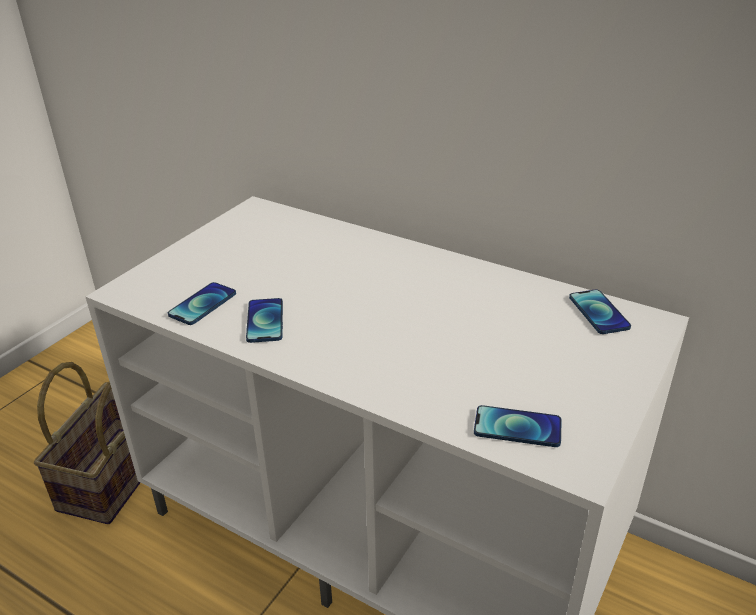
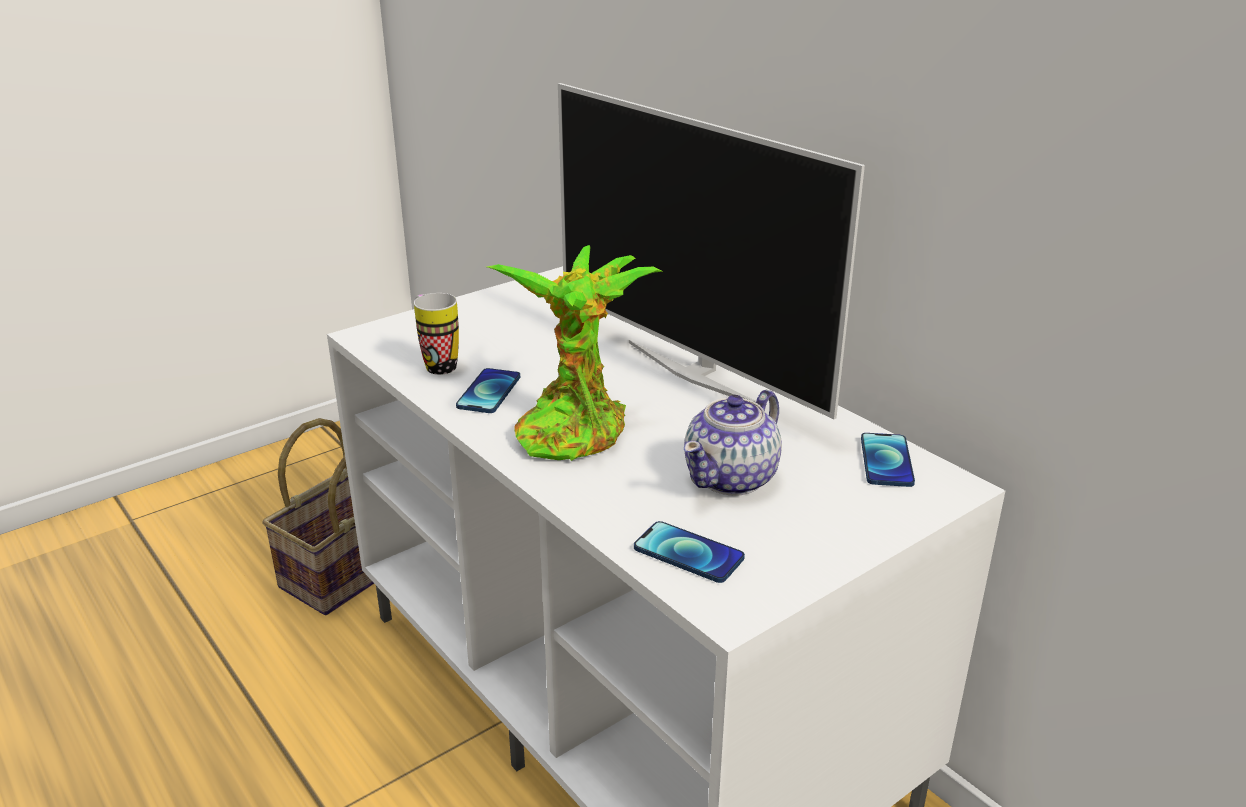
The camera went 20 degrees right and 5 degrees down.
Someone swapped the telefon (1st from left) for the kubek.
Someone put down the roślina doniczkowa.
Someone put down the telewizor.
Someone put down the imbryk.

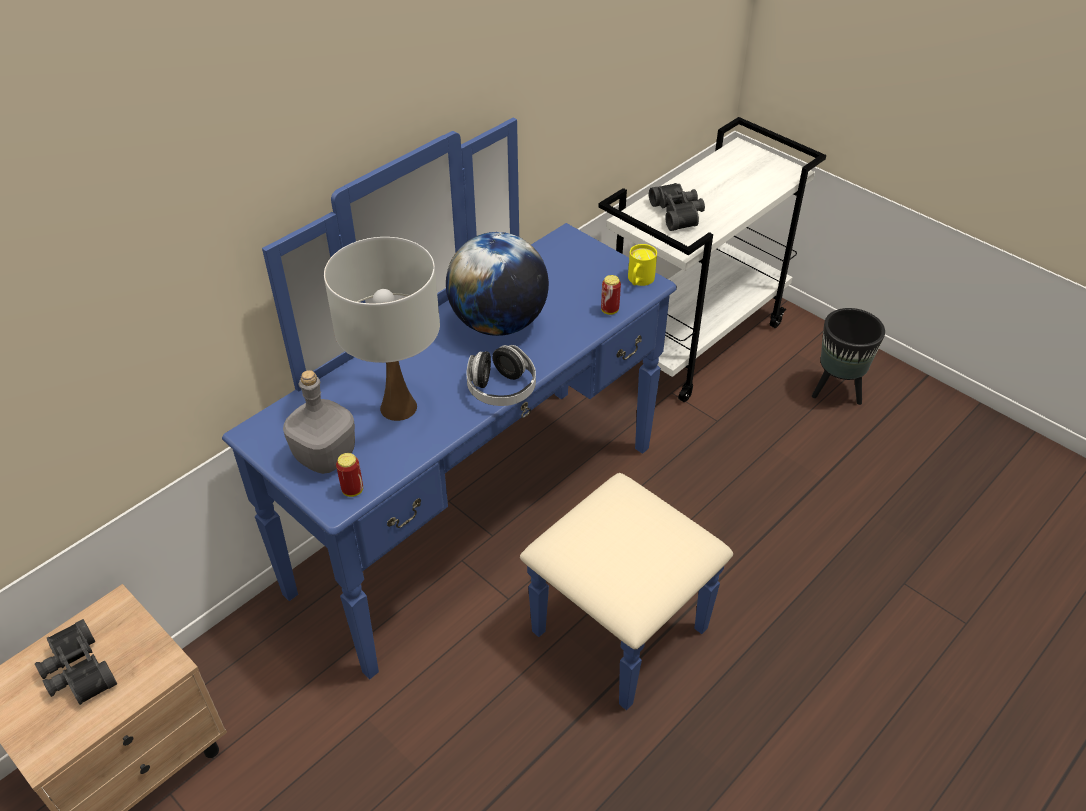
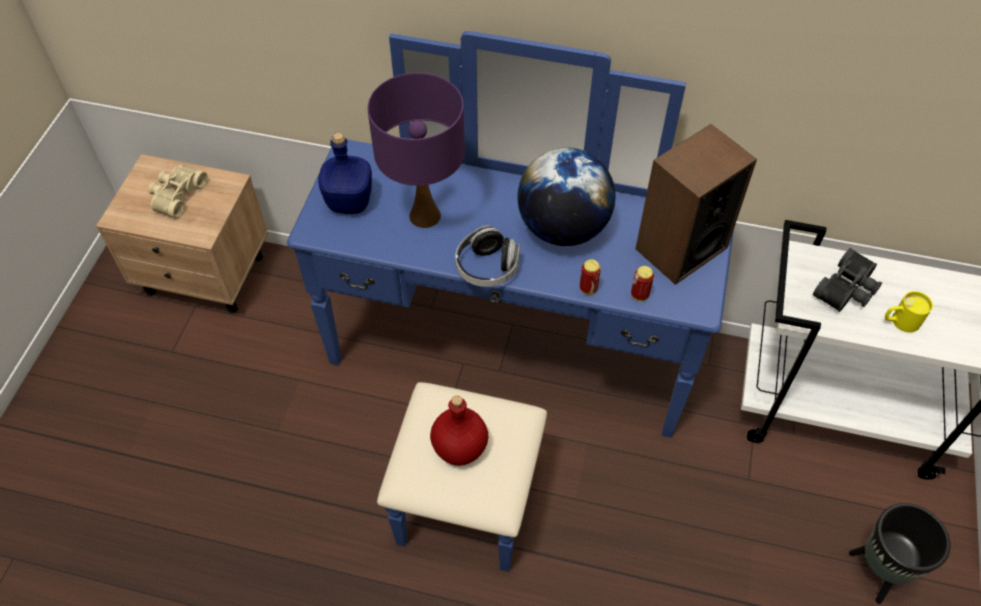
The camera went 60 degrees right and 10 degrees up.
Someone repainted the lornetka (czarny) (1st from left), which became the lornetka (beżowy).
Someone repainted the butelka (szary), which became the butelka (niebieski).
Someone repainted the lampa stołowa (biały), which became the lampa stołowa (fioletowy).
Someone put down the butelka (czerwony).
Someone carried the puszka (1st from left).
Someone put down the głośnik.
Someone carried the kubek (żółty).

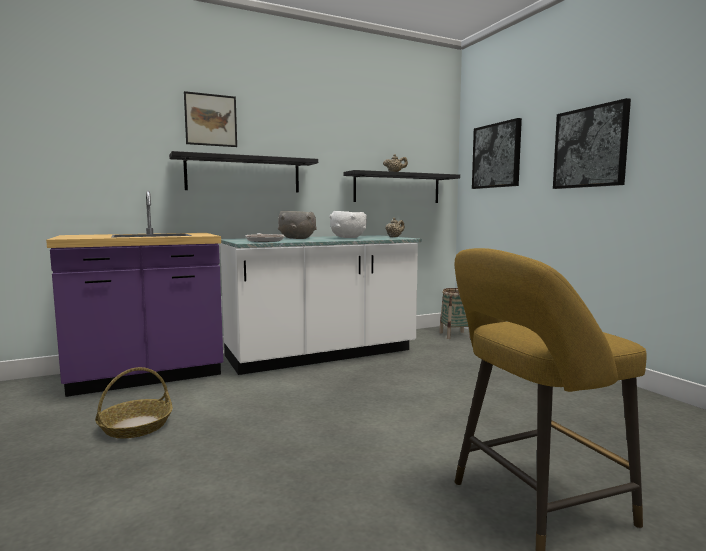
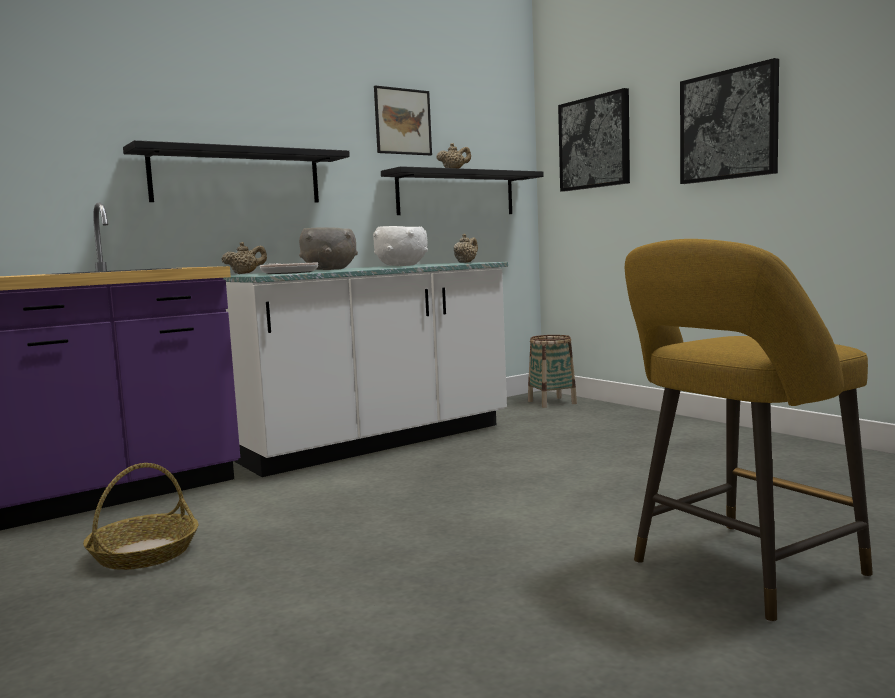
The camera went 10 degrees left and 0 degrees up.
Someone put down the imbryk (beżowy) (1st from left).
Someone carried the obraz (1st from left).

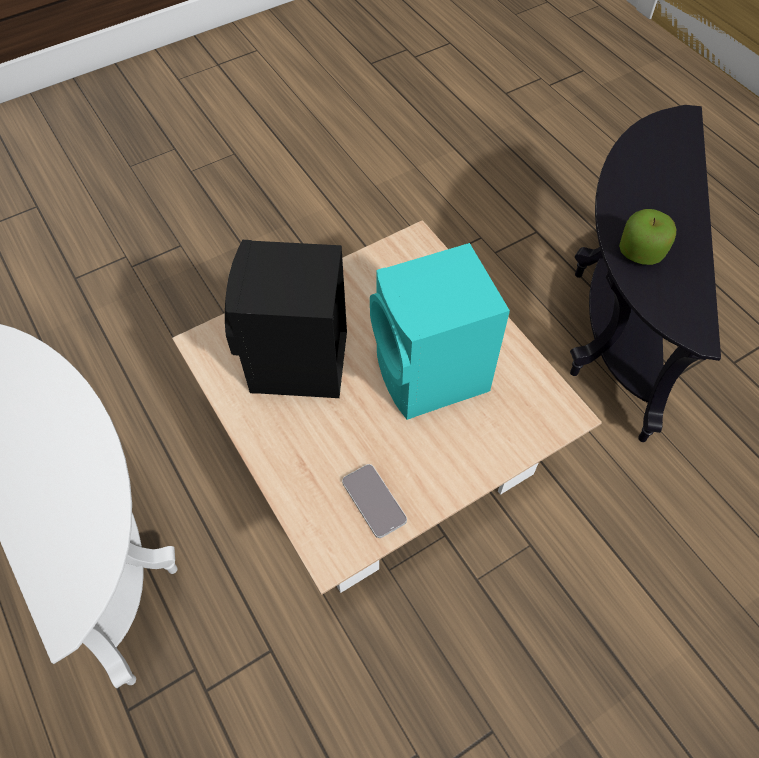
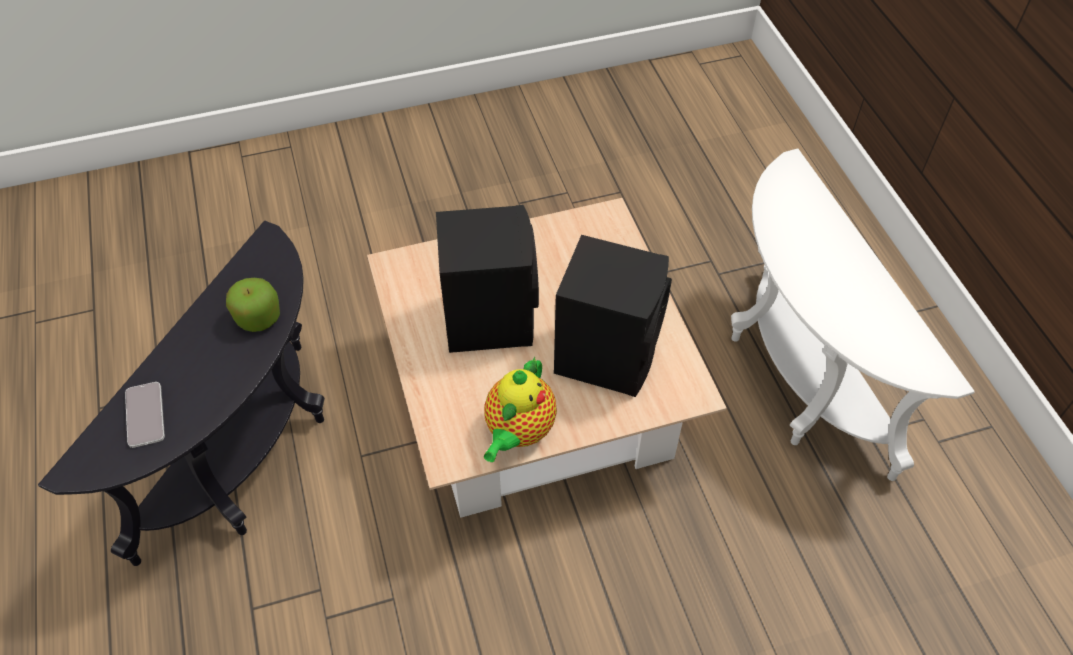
The camera went 165 degrees left and 5 degrees down.
Someone carried the telefon.
Someone repainted the głośnik (turkusowy), which became the głośnik (czarny) (1st from left).
Someone put down the imbryk.

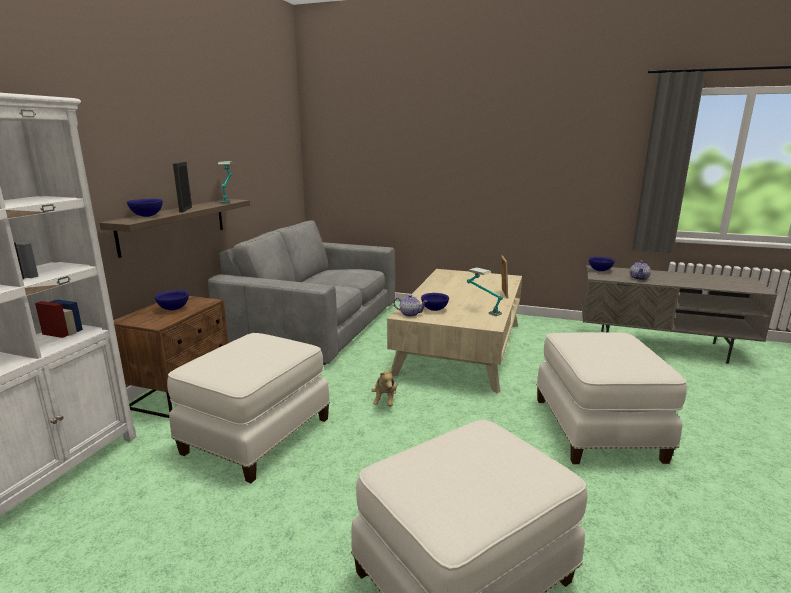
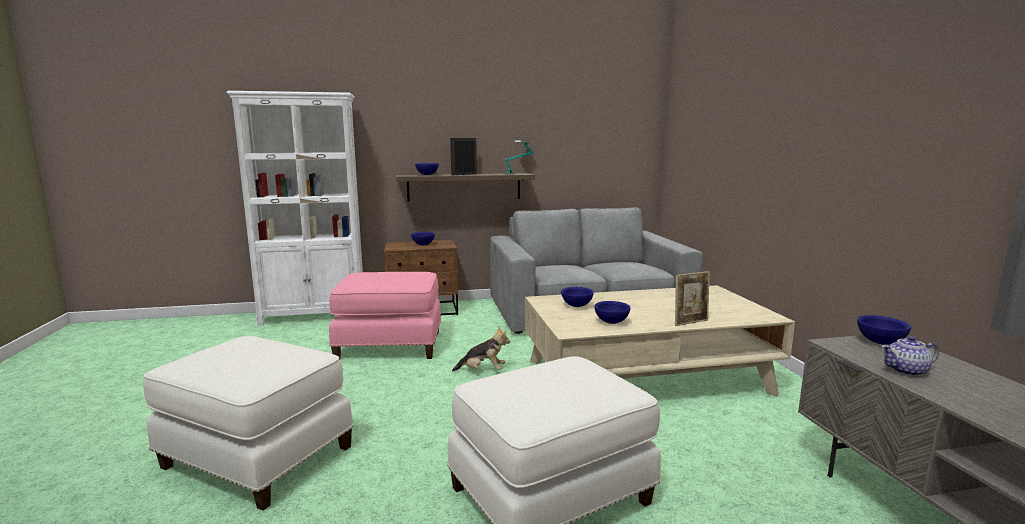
The camera went 60 degrees right and 5 degrees down.
Someone repainted the pufa (biały) (1st from left), which became the pufa (różowy).
Someone rotated the pluszak by 150 degrees counterclockwise.
Someone swapped the lampa stołowa (2nd from left) for the miska (niebieski) (4th from left).
Someone took away the imbryk (1st from left).

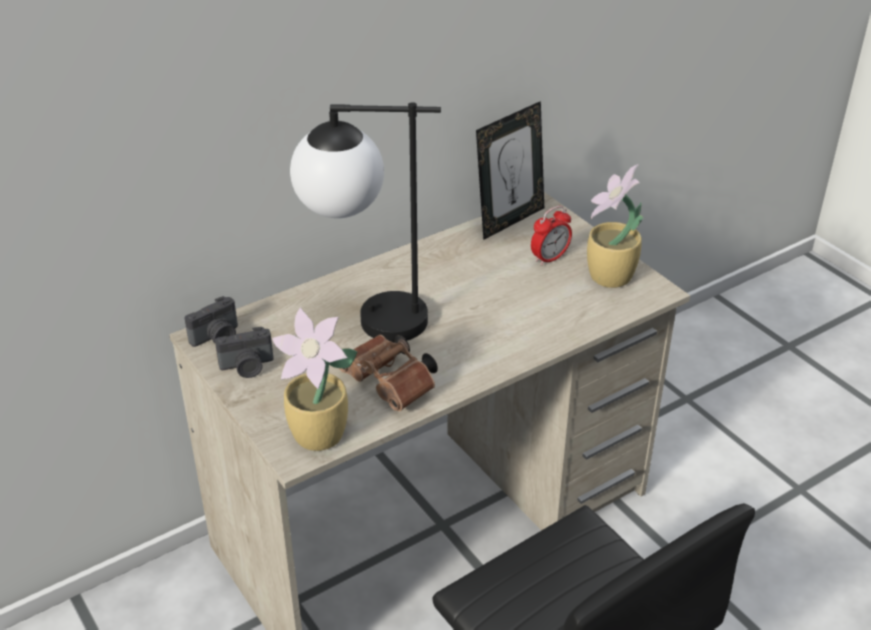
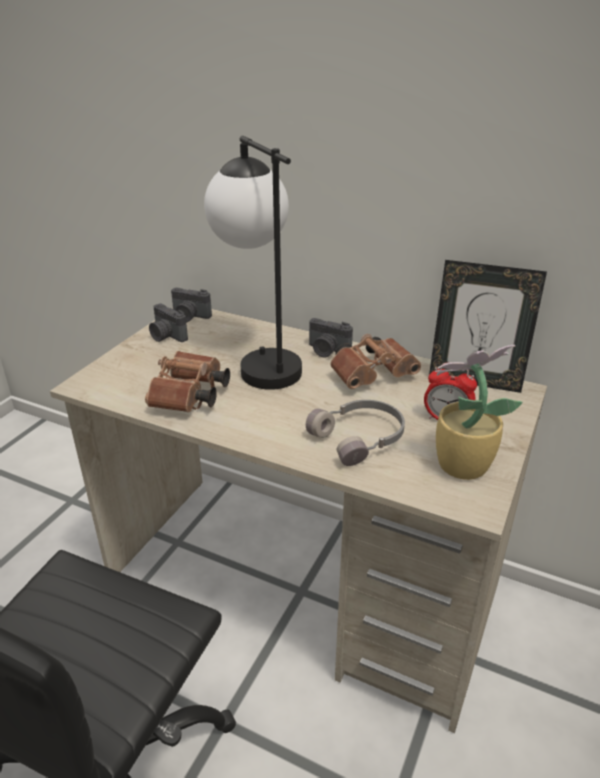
The camera went 60 degrees right and 5 degrees down.
Someone put down the słuchawki (szary).
Someone put down the aparat fotograficzny (3rd from left).
Someone put down the lornetka (brązowy) (2nd from left).
Someone took away the roślina doniczkowa (1st from left).

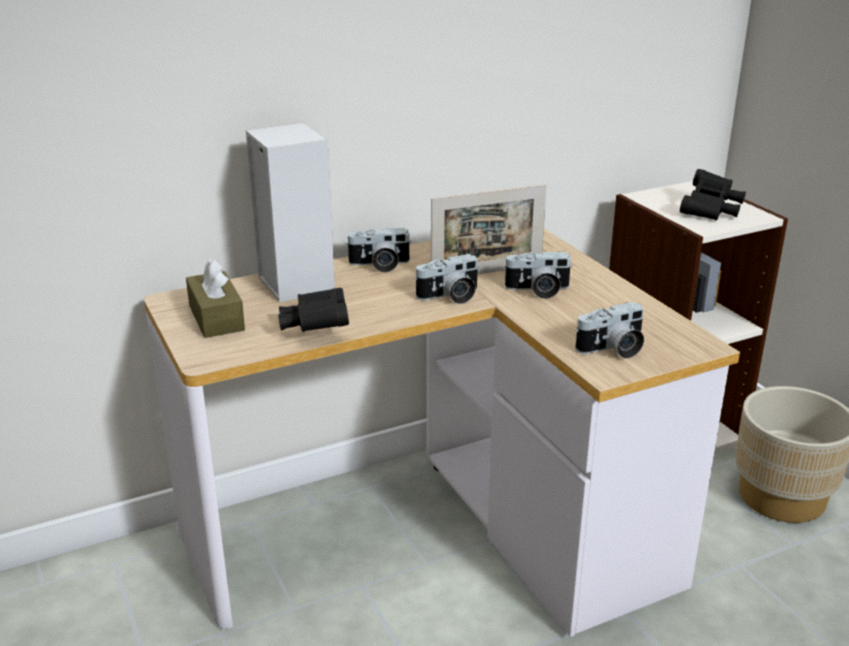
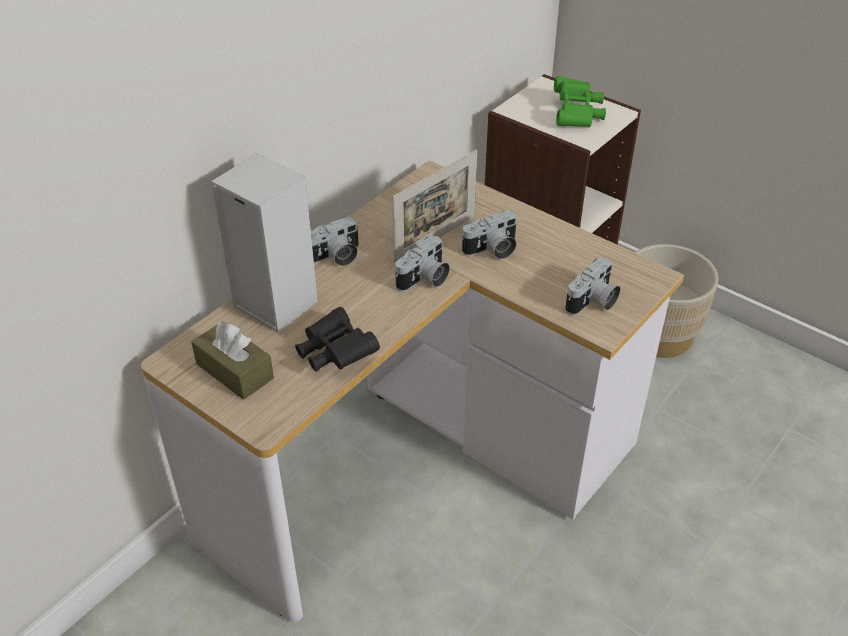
The camera went 25 degrees left and 15 degrees up.
Someone repainted the lornetka (czarny) (2nd from left), which became the lornetka (zielony).

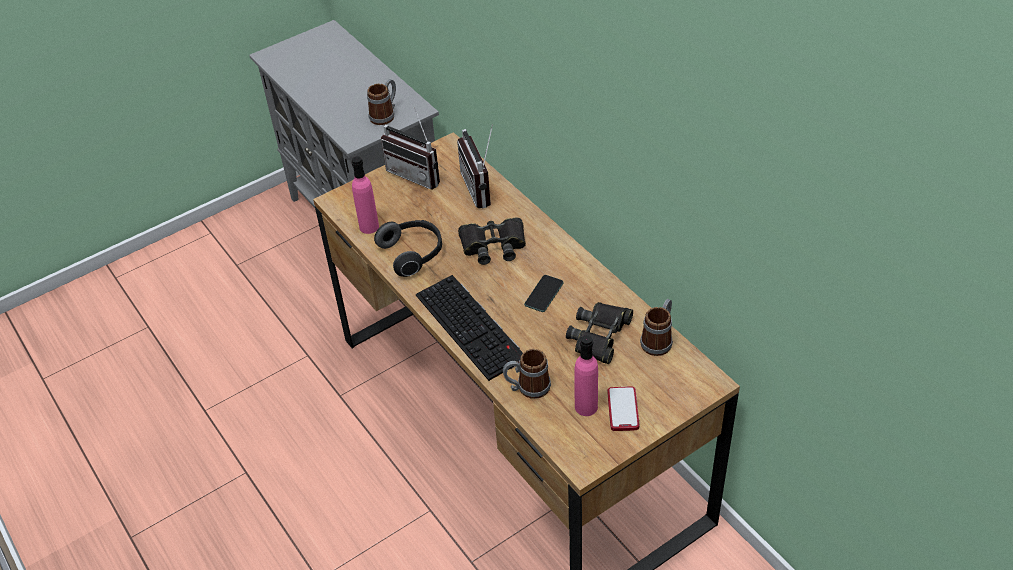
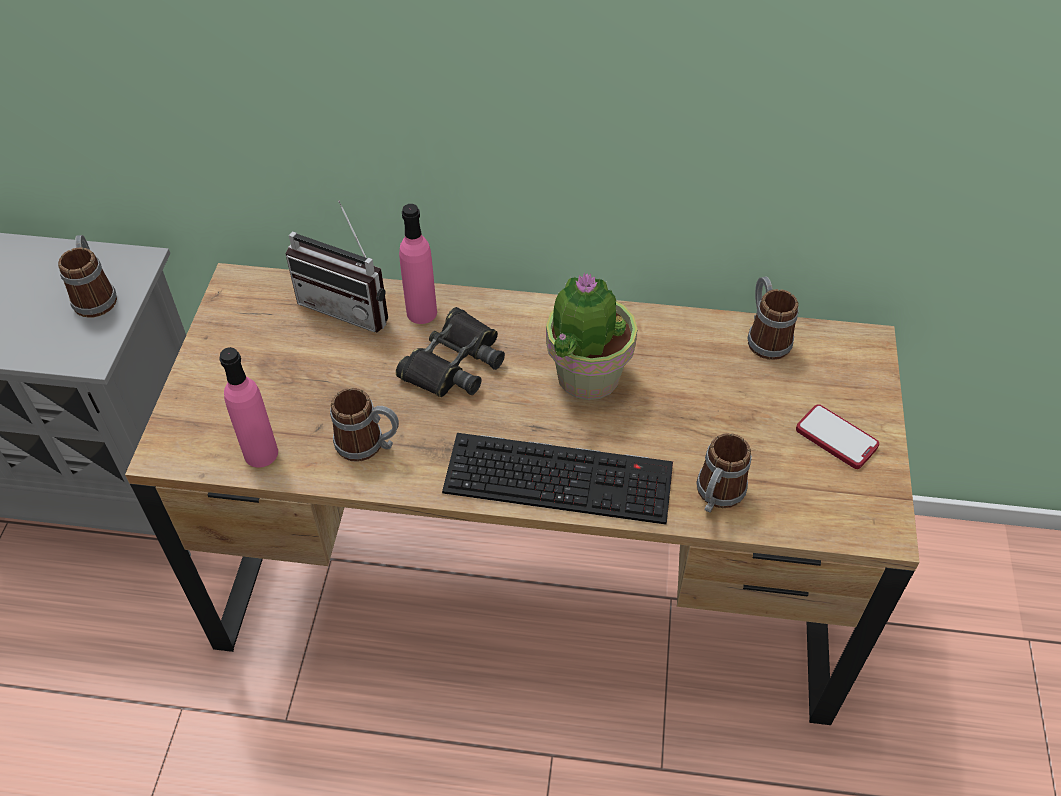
The camera went 50 degrees left and 5 degrees up.
Someone swapped the słuchawki for the kubek (2nd from left).
Someone carried the butelka (różowy) (2nd from left).
Someone swapped the telefon (1st from left) for the roślina doniczkowa.
Someone took away the radio (1st from left).
Someone took away the lornetka (czarny) (2nd from left).

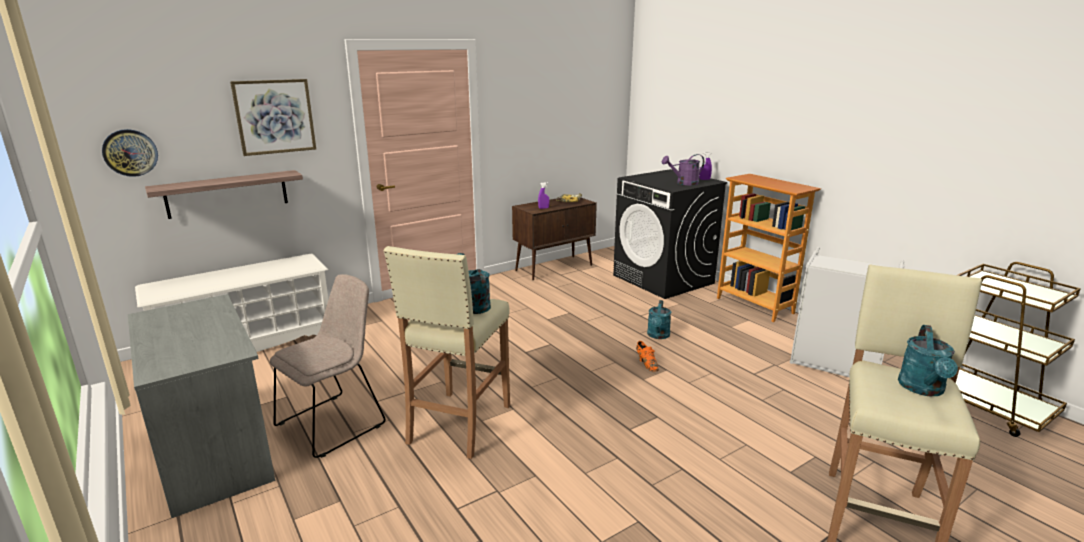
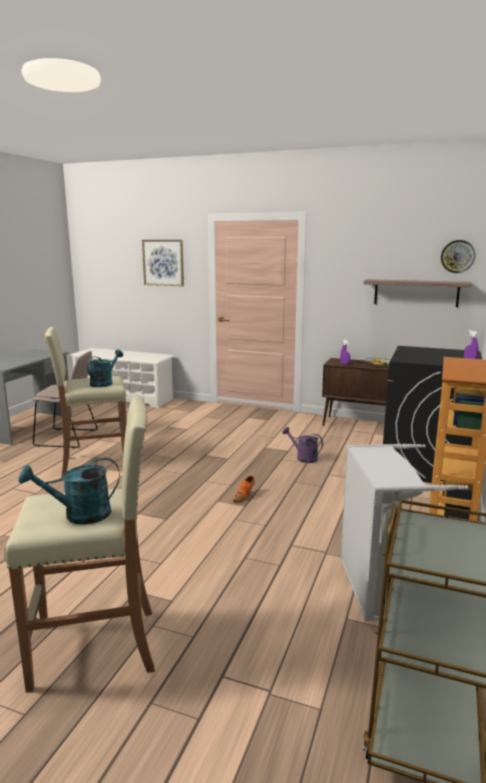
The camera went 55 degrees right and 5 degrees down.
Someone carried the konewka (fioletowy).
Someone carried the półka.
Someone carried the zegar ścienny.
Someone took away the konewka (turkusowy) (2nd from left).

